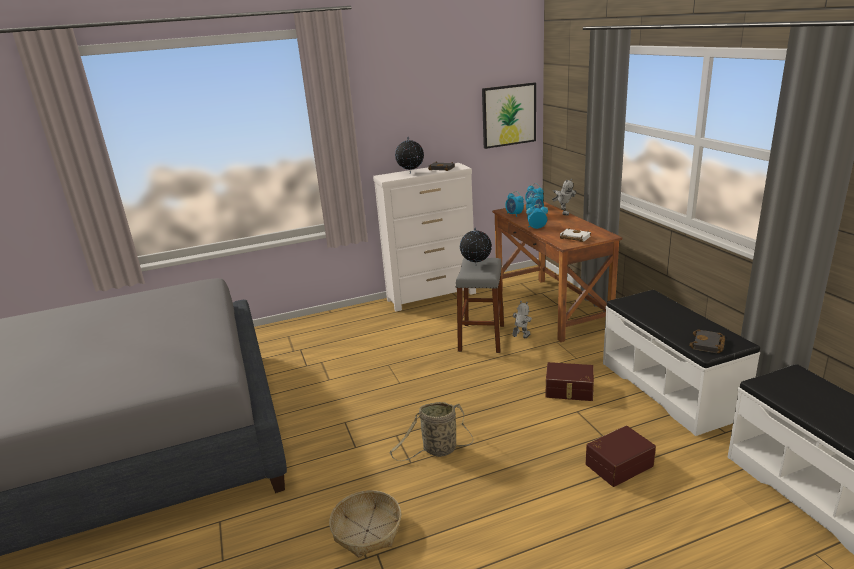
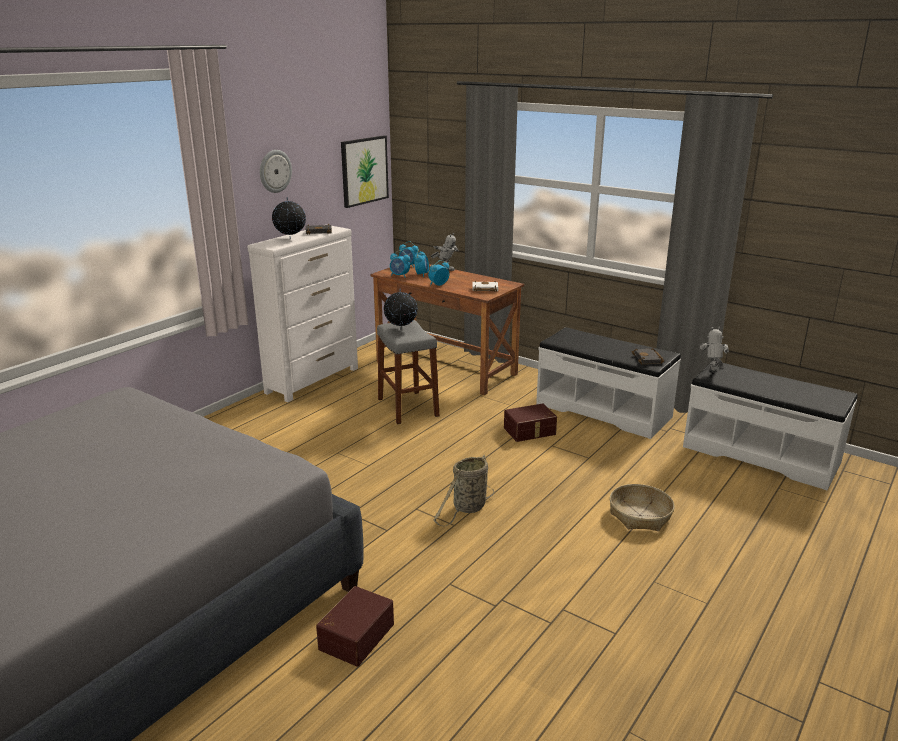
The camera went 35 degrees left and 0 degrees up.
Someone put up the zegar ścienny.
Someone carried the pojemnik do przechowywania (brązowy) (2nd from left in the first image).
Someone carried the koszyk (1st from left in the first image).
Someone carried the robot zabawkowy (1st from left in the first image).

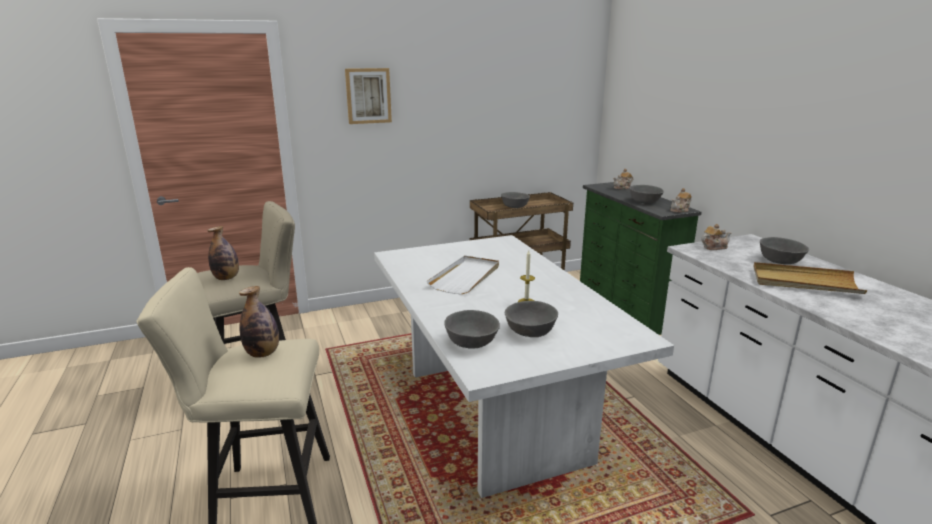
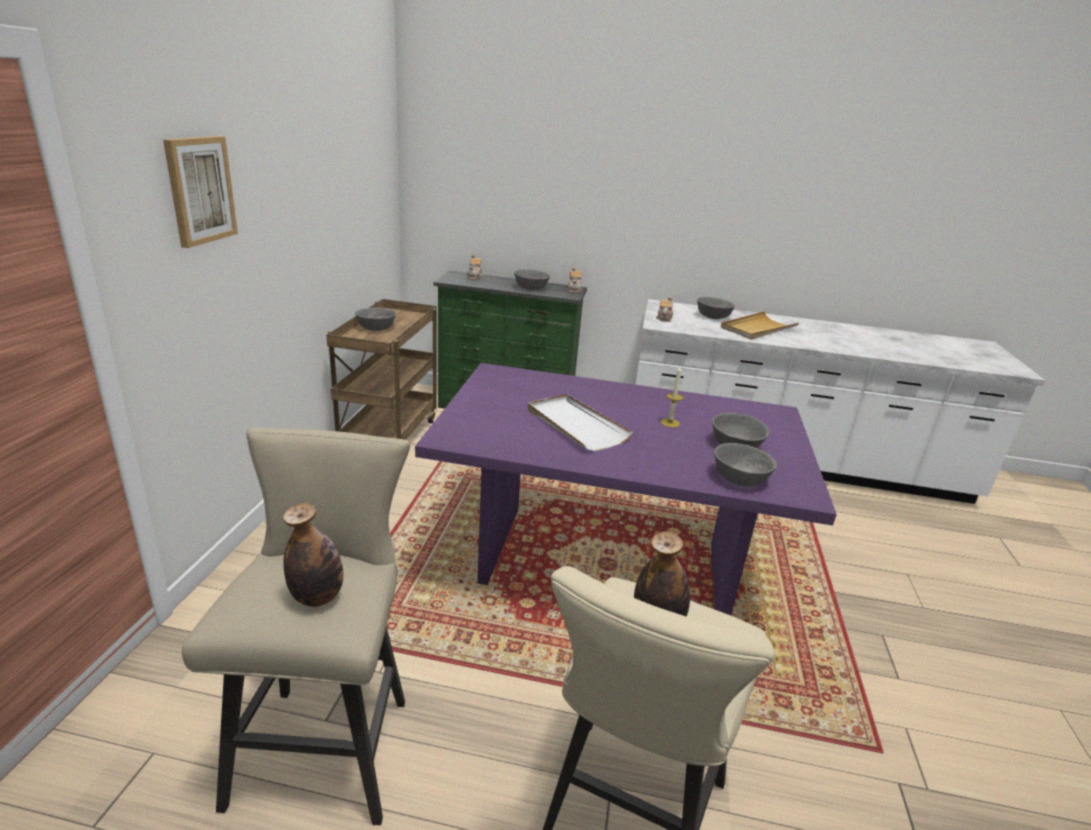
The camera went 60 degrees left and 5 degrees up.
Someone repainted the stół jadalny (biały), which became the stół jadalny (fioletowy).

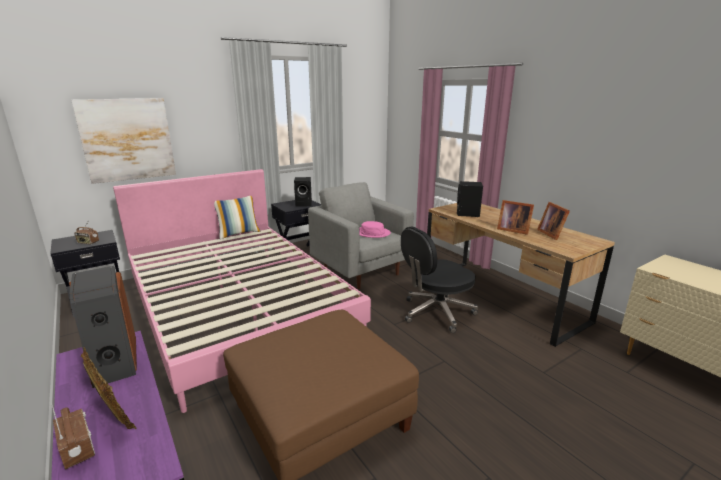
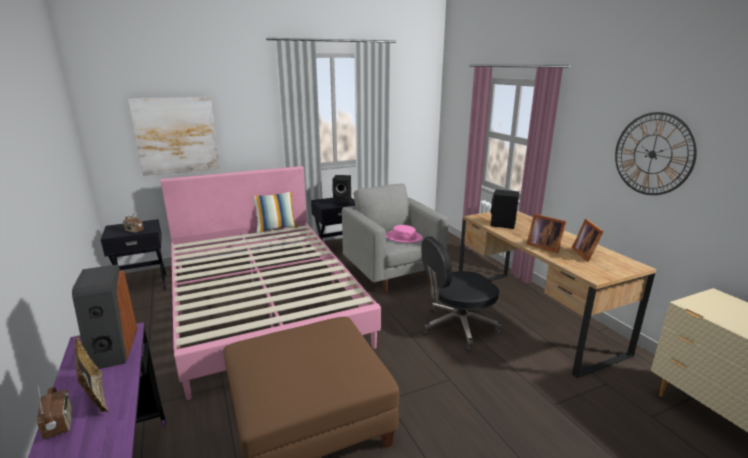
The camera went 10 degrees right and 0 degrees up.
Someone put up the zegar ścienny.

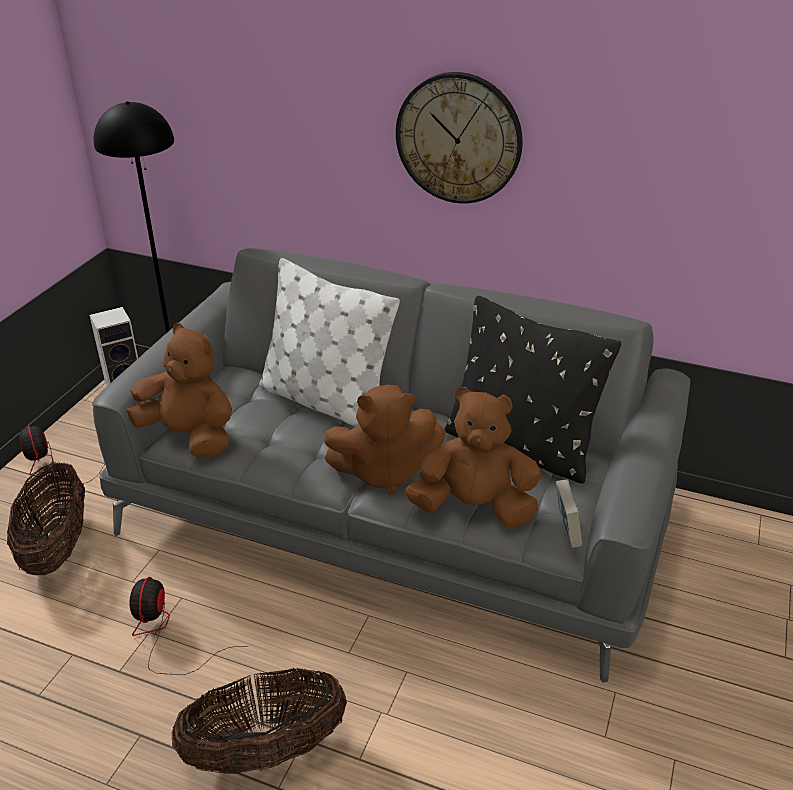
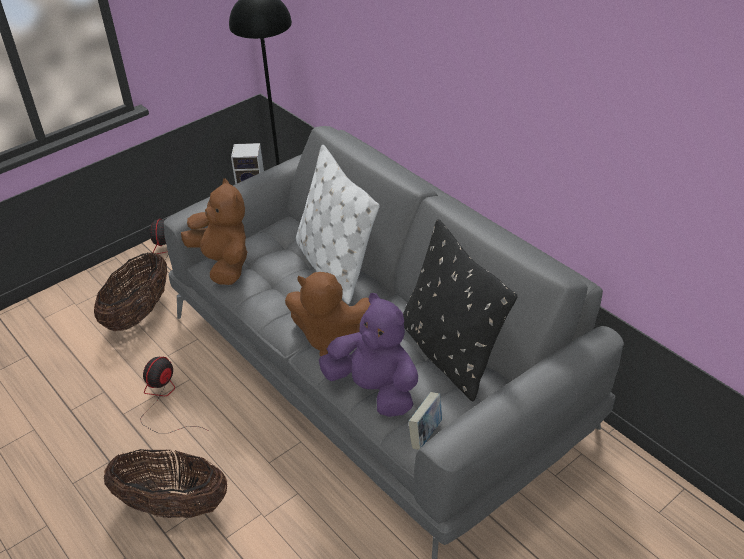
The camera went 30 degrees right and 5 degrees up.
Someone repainted the pluszak (brązowy) (3rd from left), which became the pluszak (fioletowy).
Someone took away the zegar ścienny.

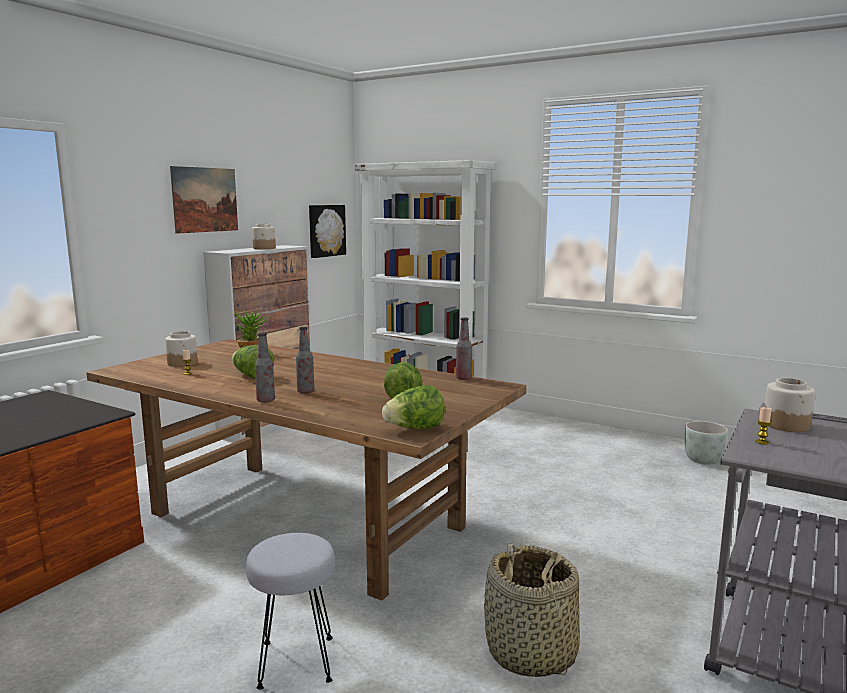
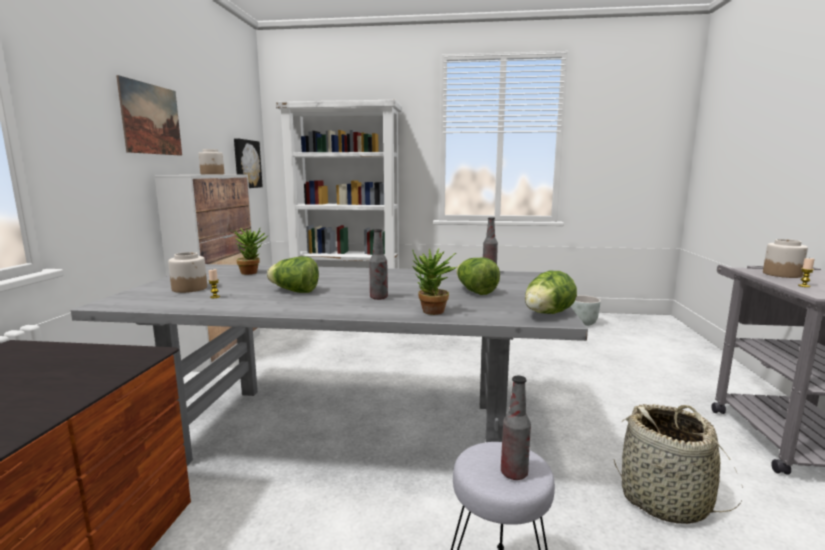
The camera went 25 degrees left and 0 degrees up.
Someone repainted the stół jadalny (brązowy), which became the stół jadalny (szary).
Someone put down the roślina doniczkowa (2nd from left).
Someone carried the butelka (1st from left in the first image).

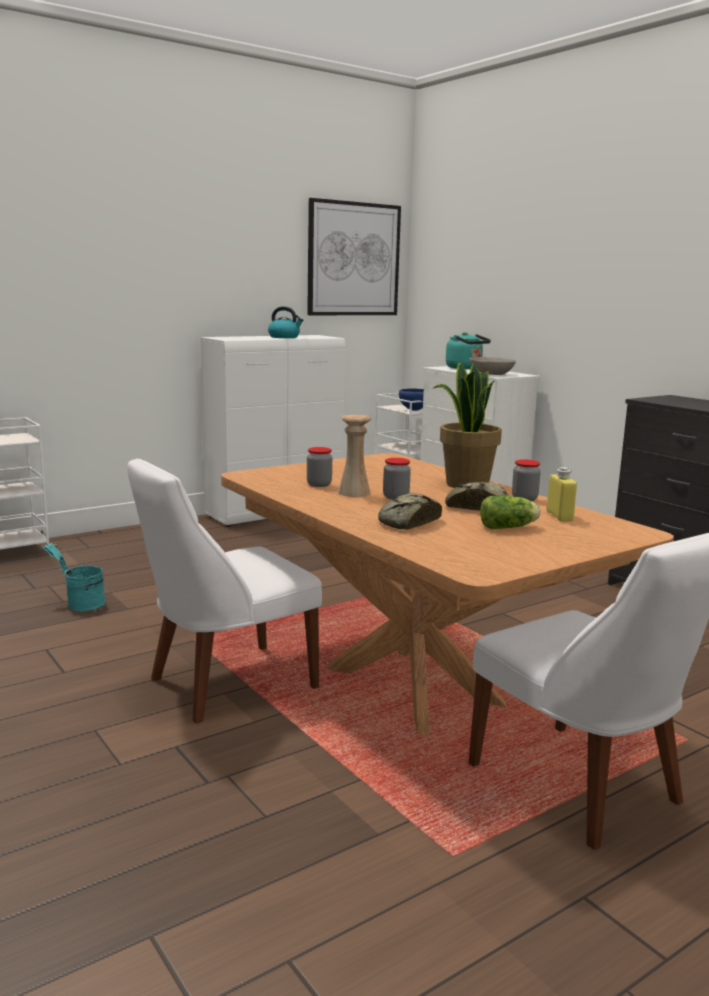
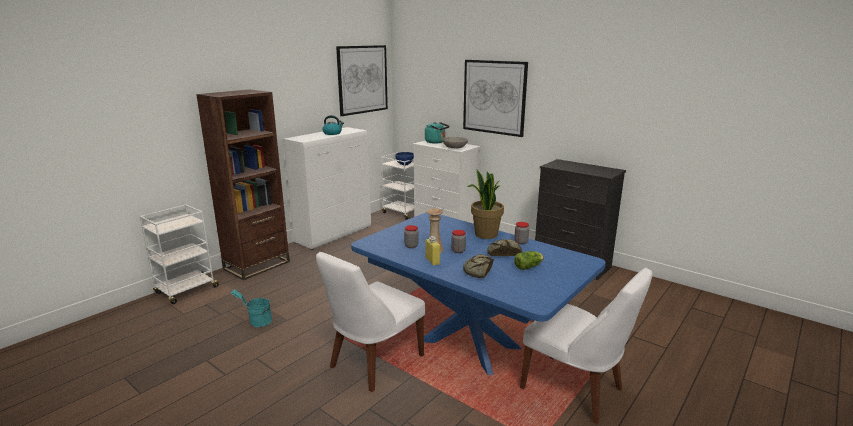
The camera went 15 degrees left and 5 degrees up.
Someone put down the regał (brązowy).
Someone repainted the stół jadalny (brązowy), which became the stół jadalny (niebieski).
Someone carried the butelka (żółty).
Someone put up the obraz (2nd from left).

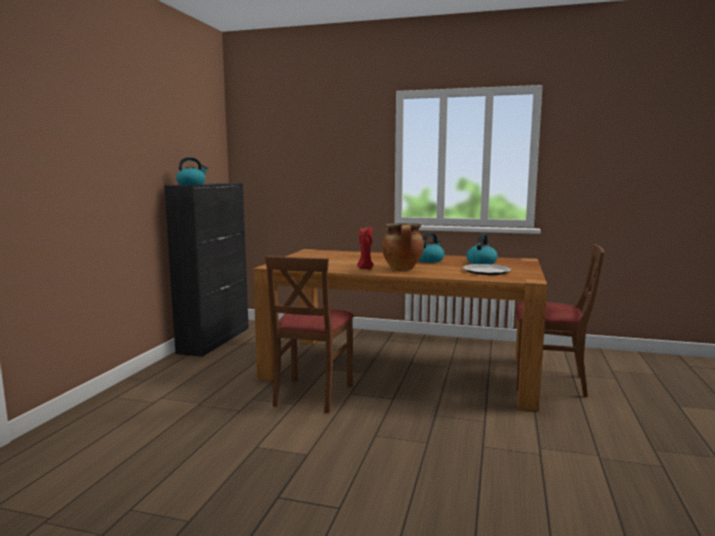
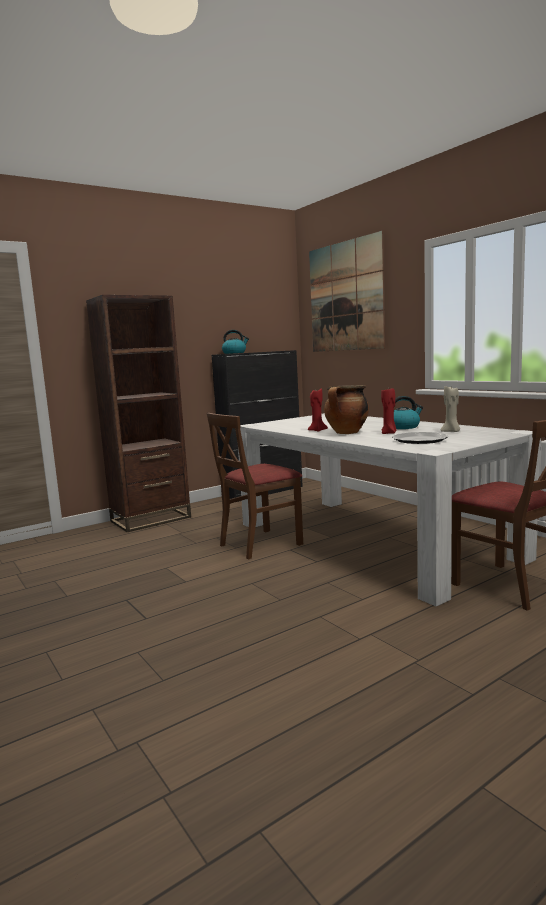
The camera went 40 degrees right and 0 degrees up.
Someone put down the regał (brązowy).
Someone repainted the stół jadalny (brązowy), which became the stół jadalny (biały).
Someone put up the obraz.
Someone put down the świeca (czerwony) (2nd from left).
Someone swapped the czajnik (3rd from left) for the świeca (beżowy).

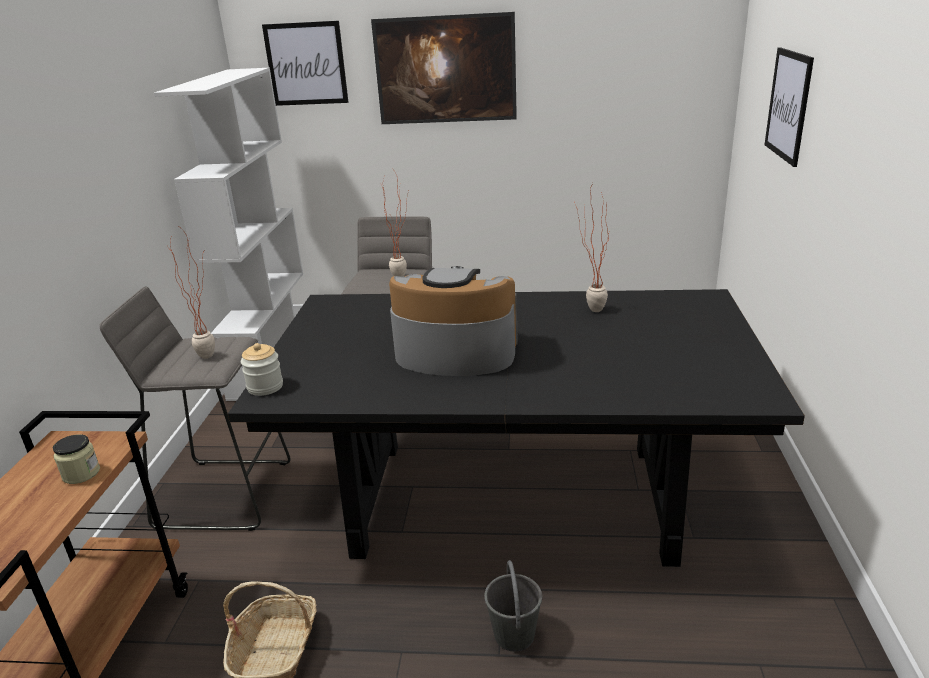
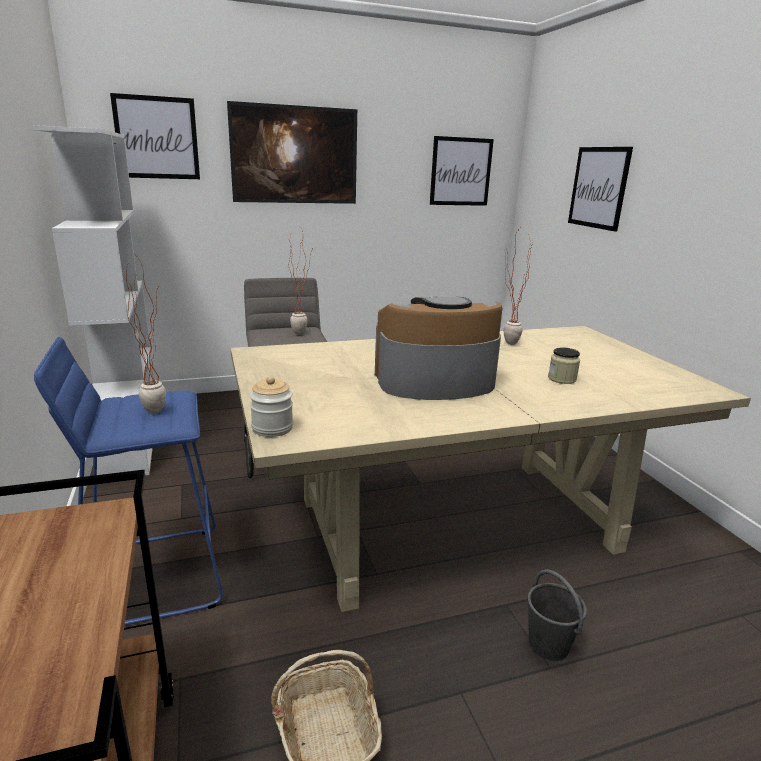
The camera went 25 degrees left and 5 degrees down.
Someone repainted the stołek (szary) (1st from left), which became the stołek (niebieski).
Someone repainted the stół jadalny (czarny), which became the stół jadalny (beżowy).
Someone put up the obraz (3rd from left).
Someone carried the słoik (1st from left in the first image).

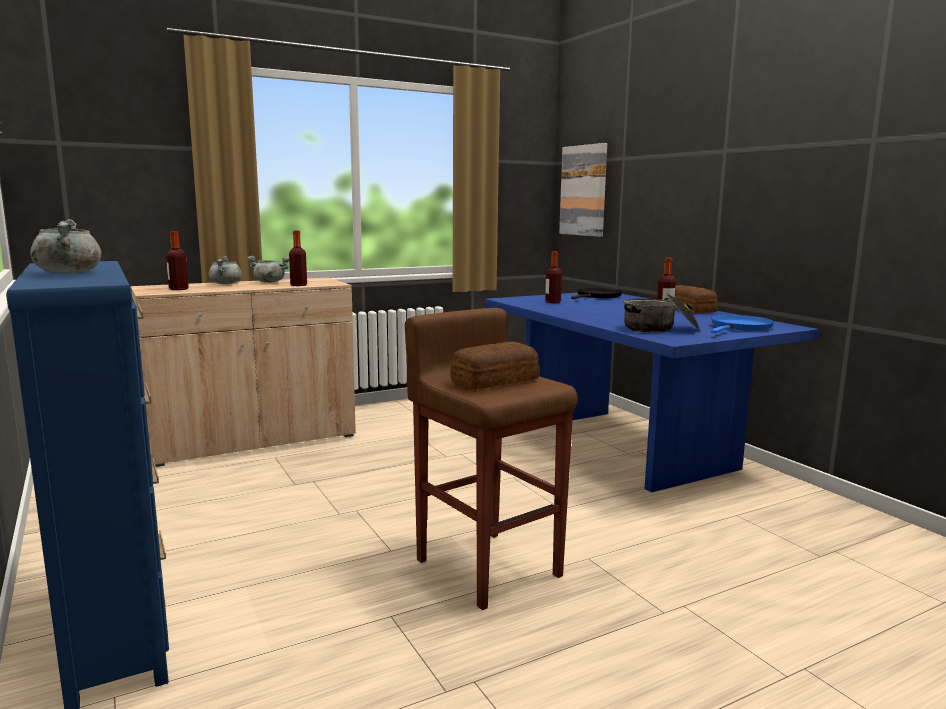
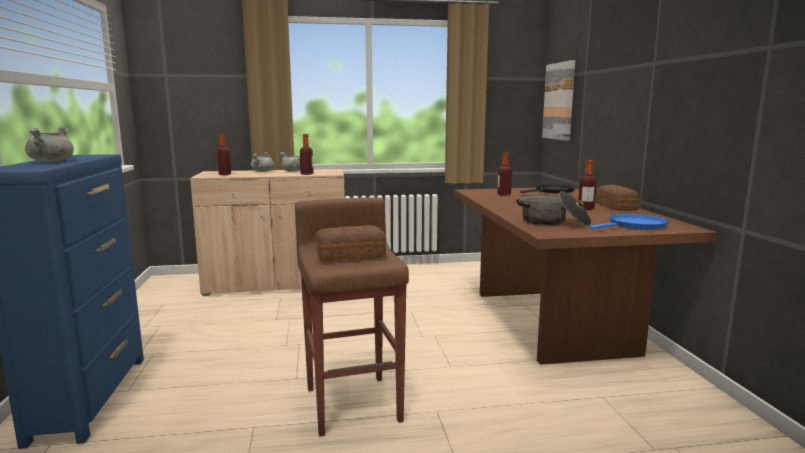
The camera went 20 degrees right and 0 degrees up.
Someone repainted the stół jadalny (niebieski), which became the stół jadalny (brązowy).

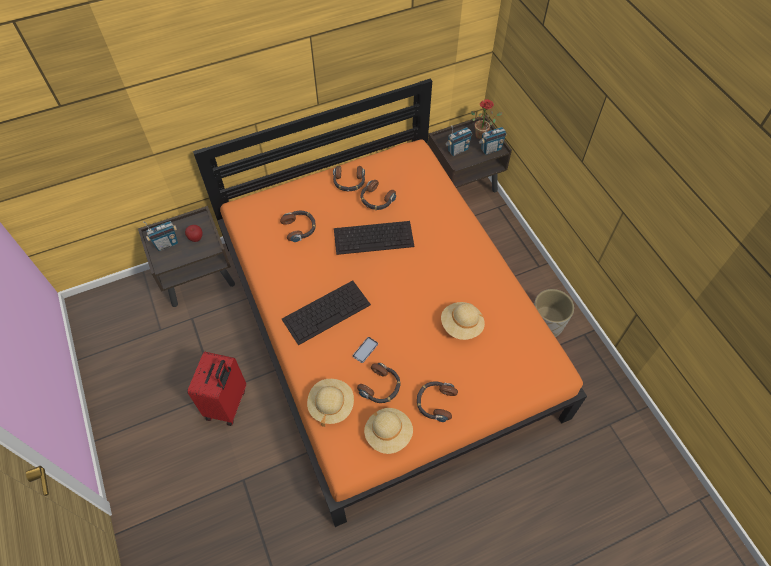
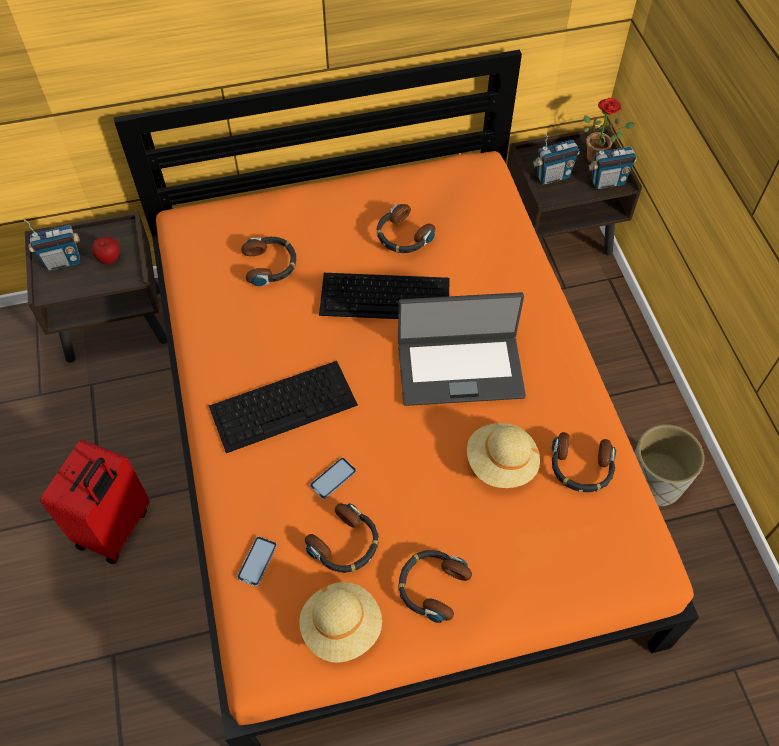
The camera went 10 degrees right and 0 degrees up.
Someone swapped the kapelusz (beżowy) (1st from left) for the telefon (1st from left).
Someone put down the laptop.
Someone carried the słuchawki (2nd from left in the first image).

